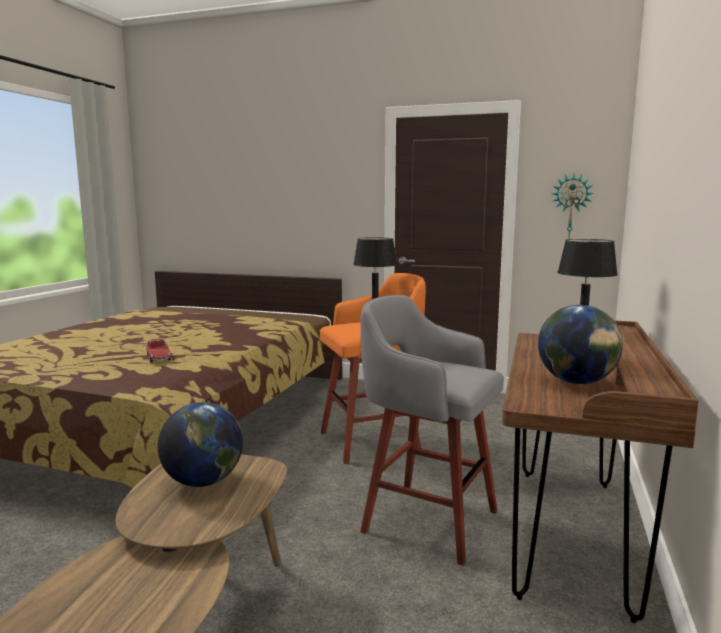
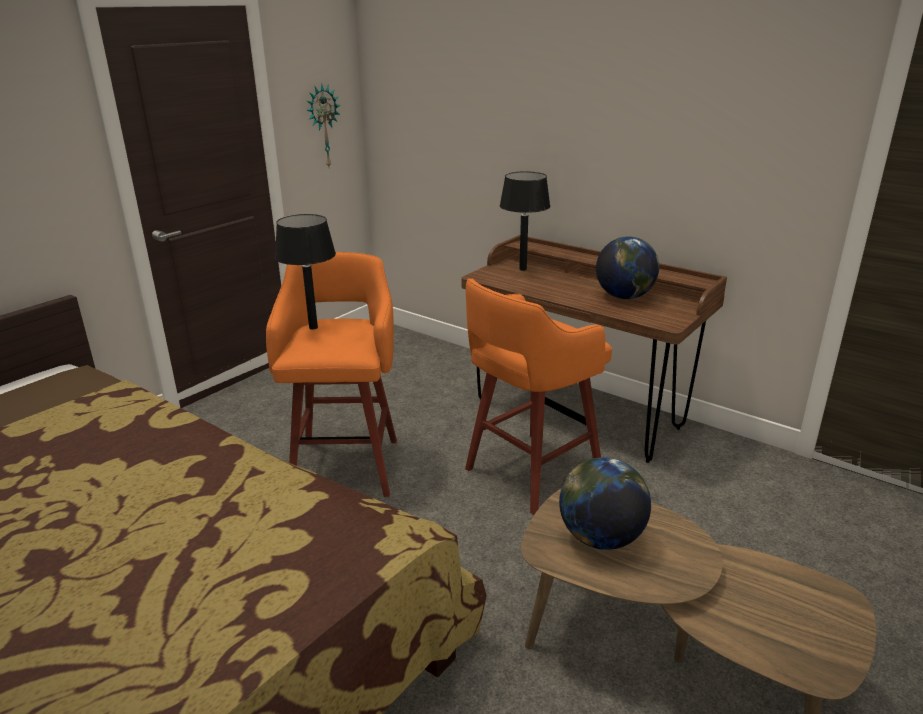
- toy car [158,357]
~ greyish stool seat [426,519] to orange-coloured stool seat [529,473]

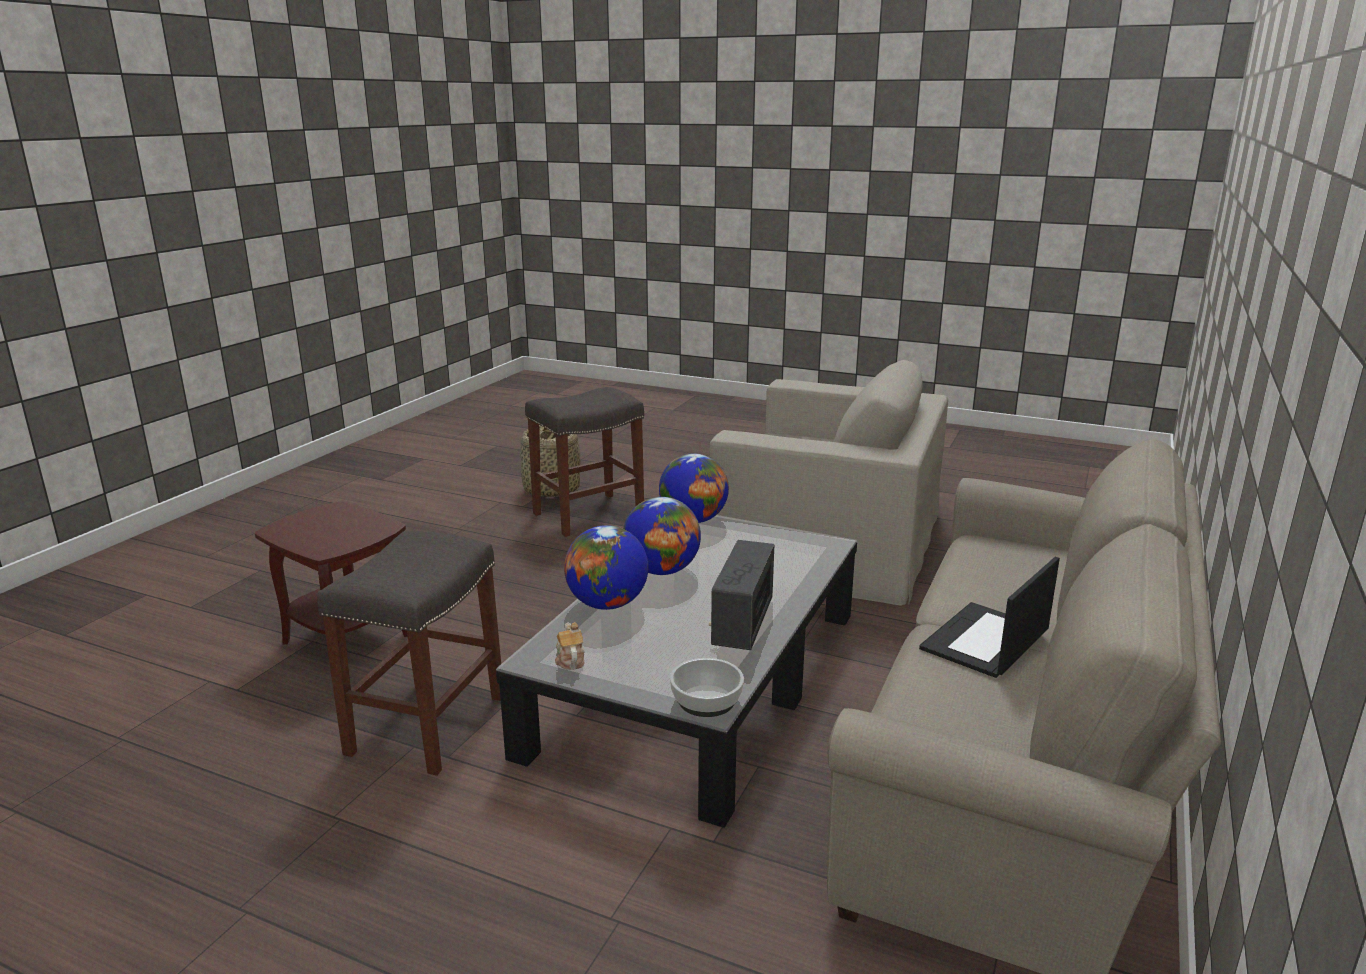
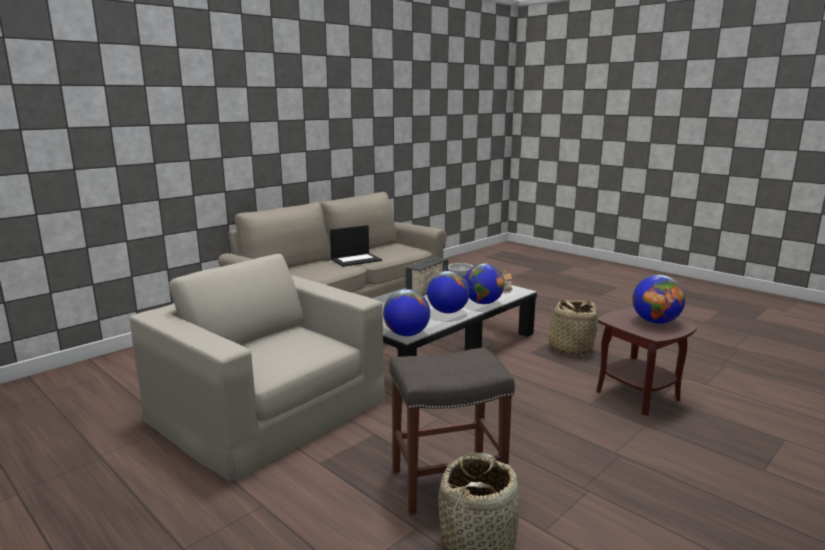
+ globe [655,322]
~ greyish stool seat [427,726] to household basket [570,348]

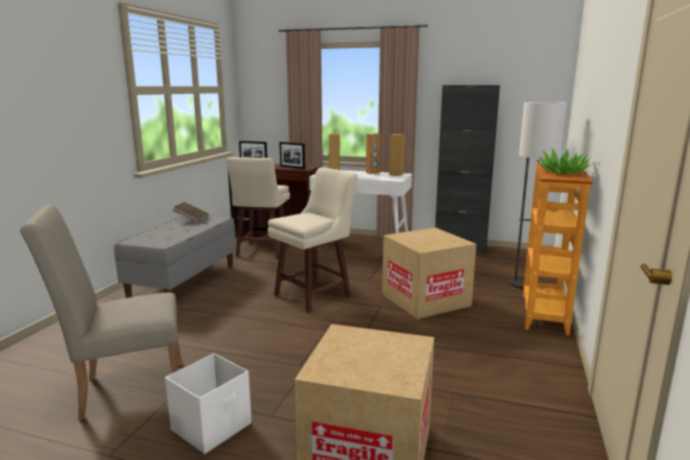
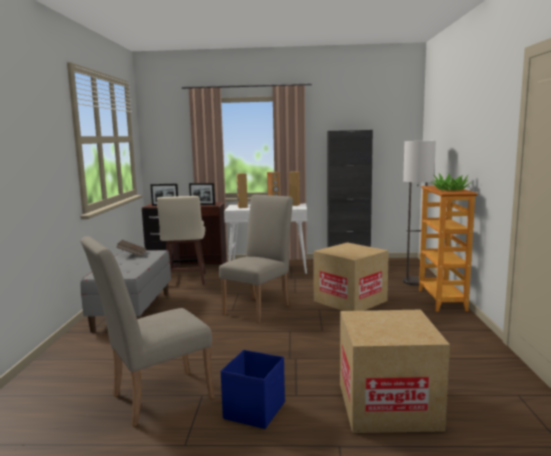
~ beige stool seat [314,295] to beige plain chair [259,308]
~ white-coloured storage bin [213,427] to bluish storage bin [255,410]

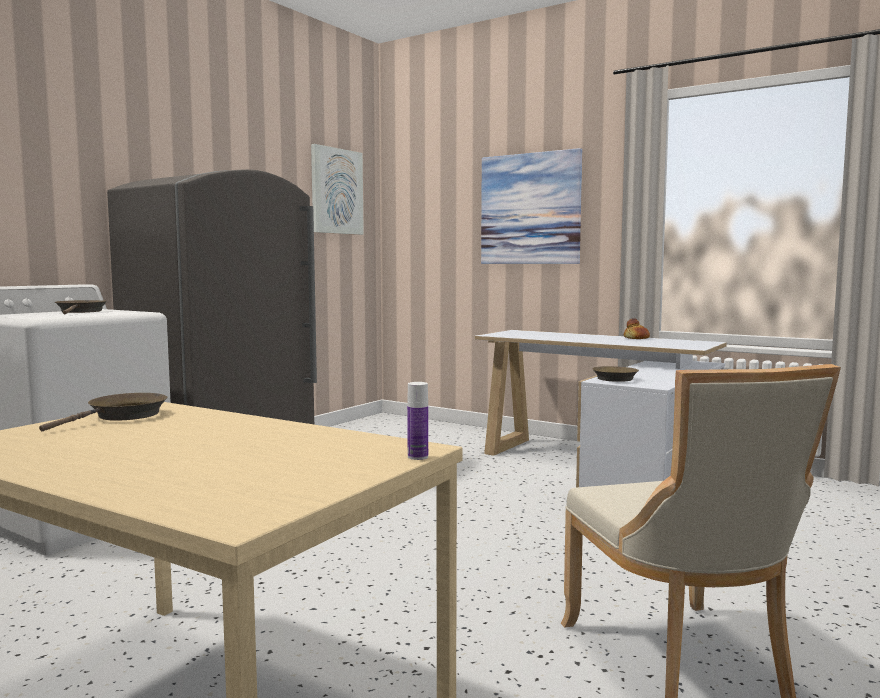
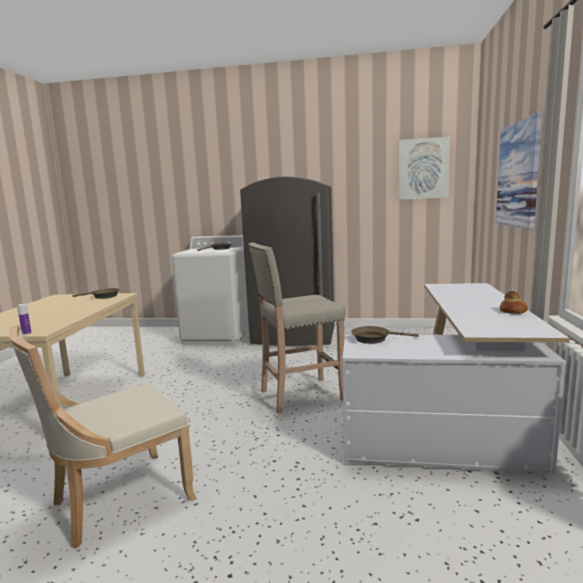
+ beige stool seat [299,395]

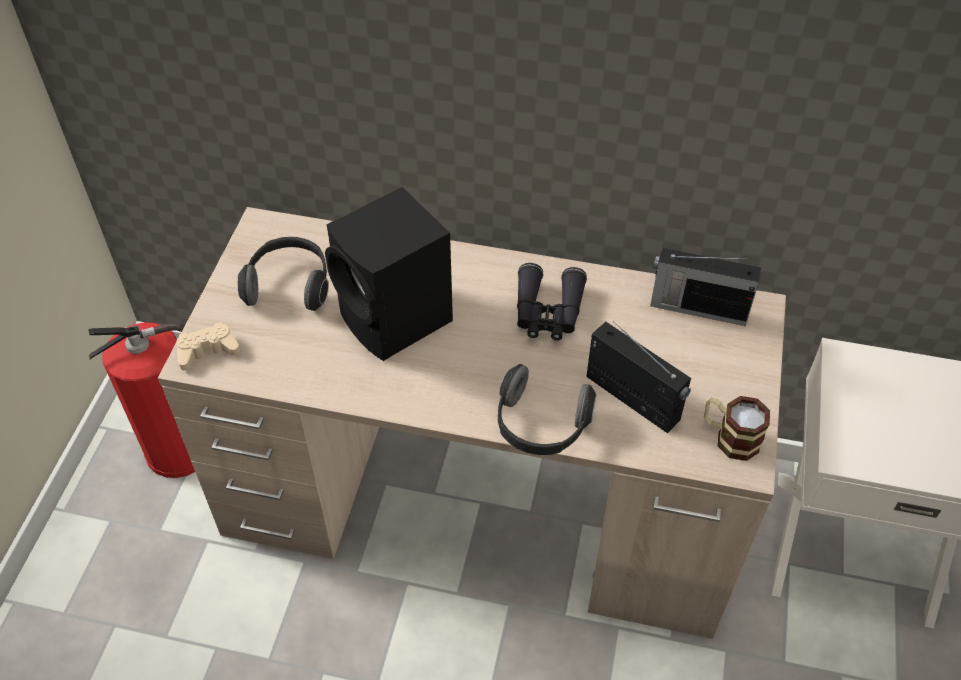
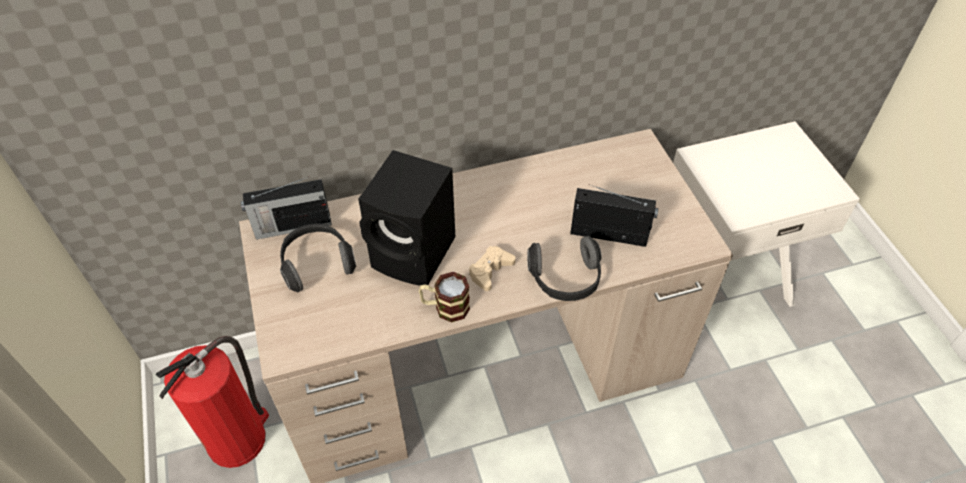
- black binoculars [548,312]
~ beige joypad [207,351] to [490,271]
~ radio set [696,308] to [291,226]
~ tea mug [729,437] to [445,307]

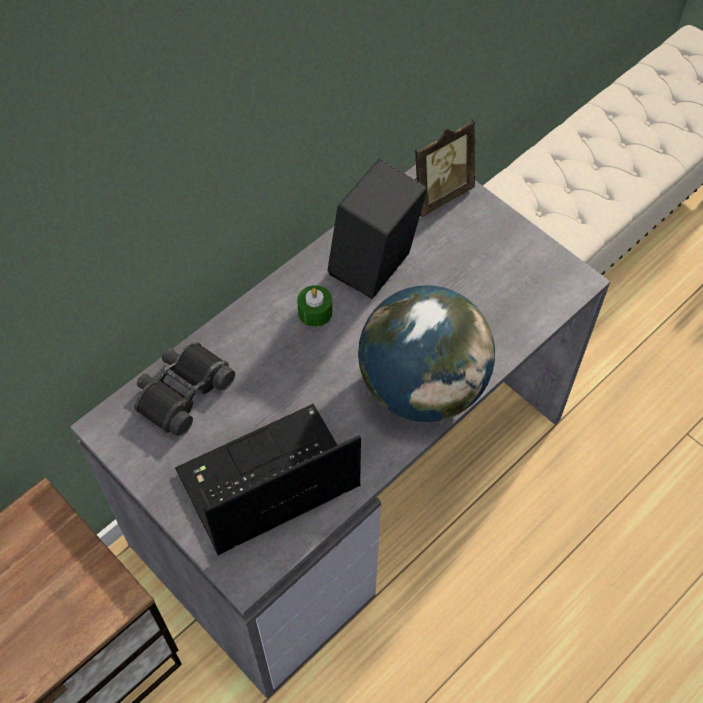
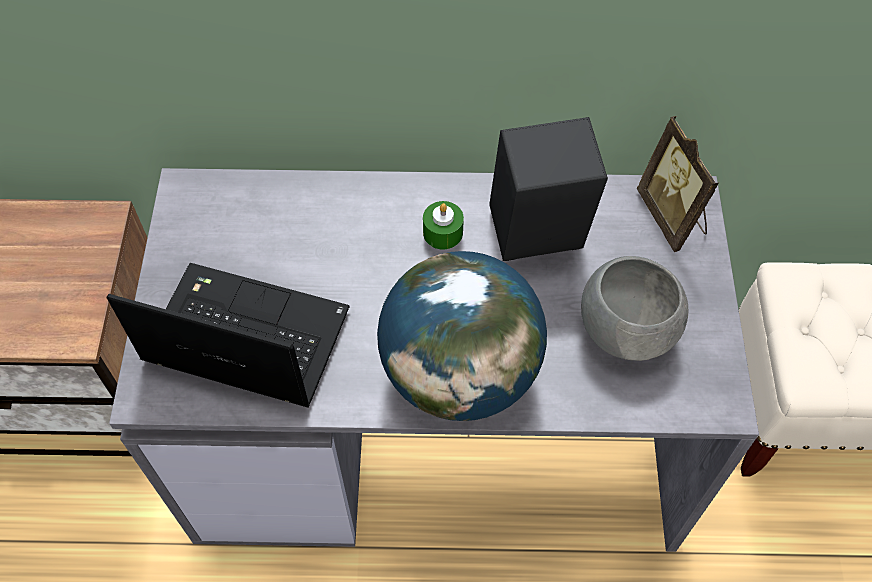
- black binoculars [182,392]
+ greyish bowl [626,329]
~ standing frame [437,194] = [672,217] 60 degrees clockwise

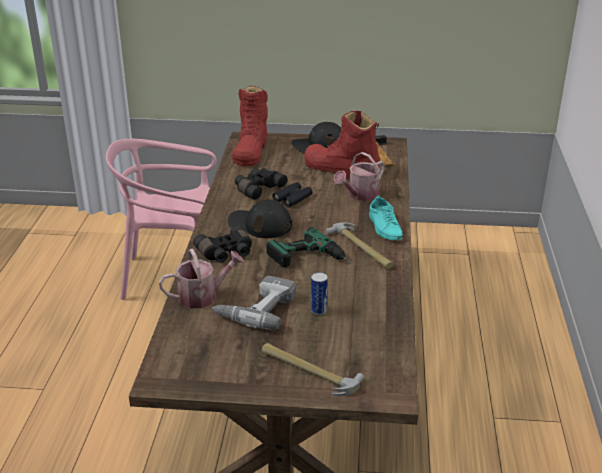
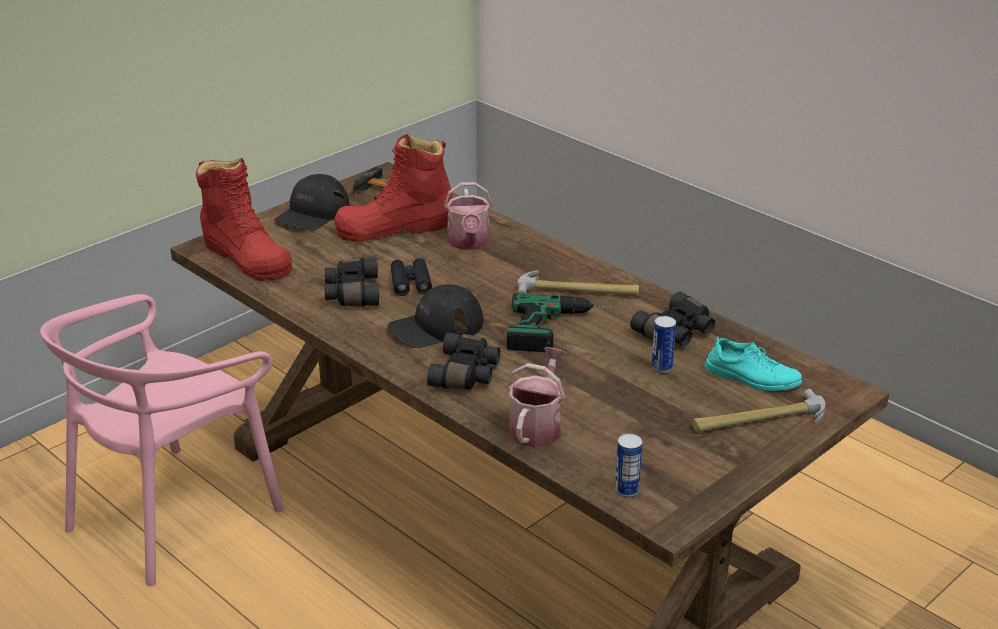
- electric drill [256,309]
+ sealed can [627,491]
+ black binoculars [676,333]
~ blue-green shoe [385,227] to [752,377]

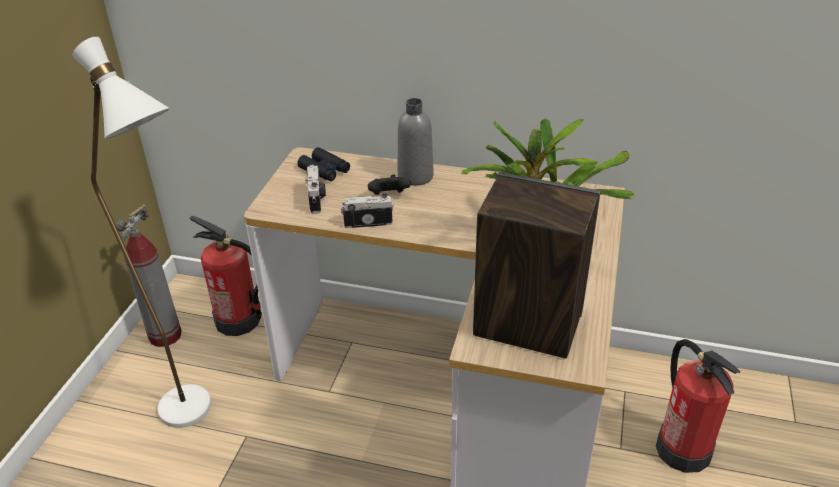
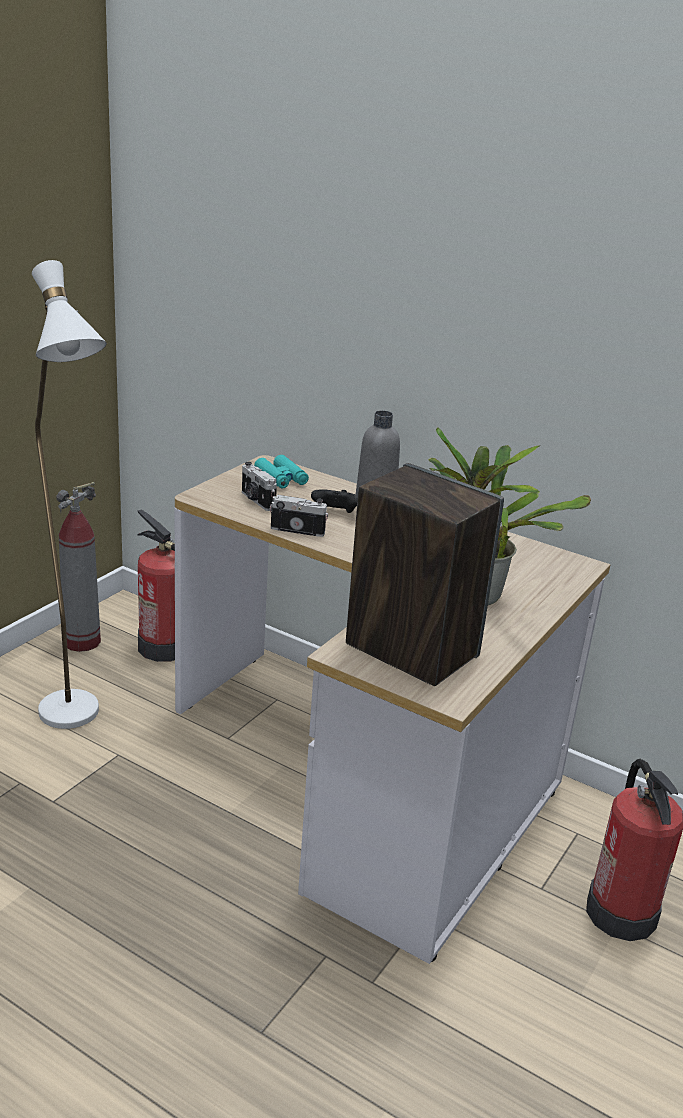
~ black binoculars [325,170] to blue-green binoculars [281,479]
~ photo camera [317,200] = [256,500] 135 degrees clockwise

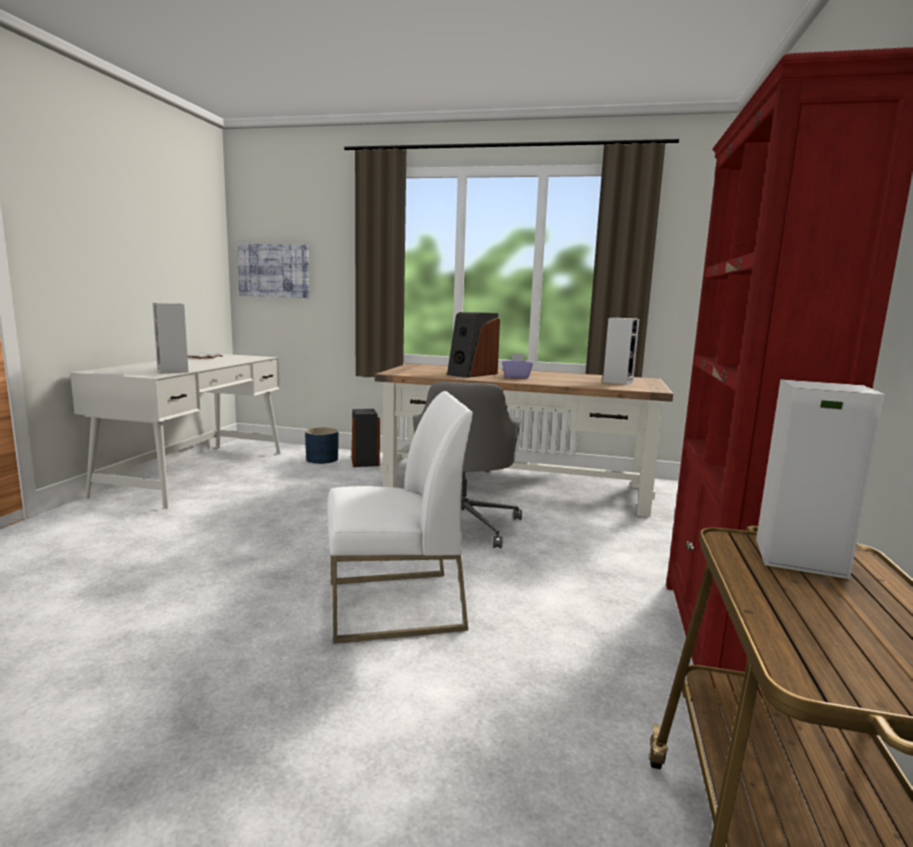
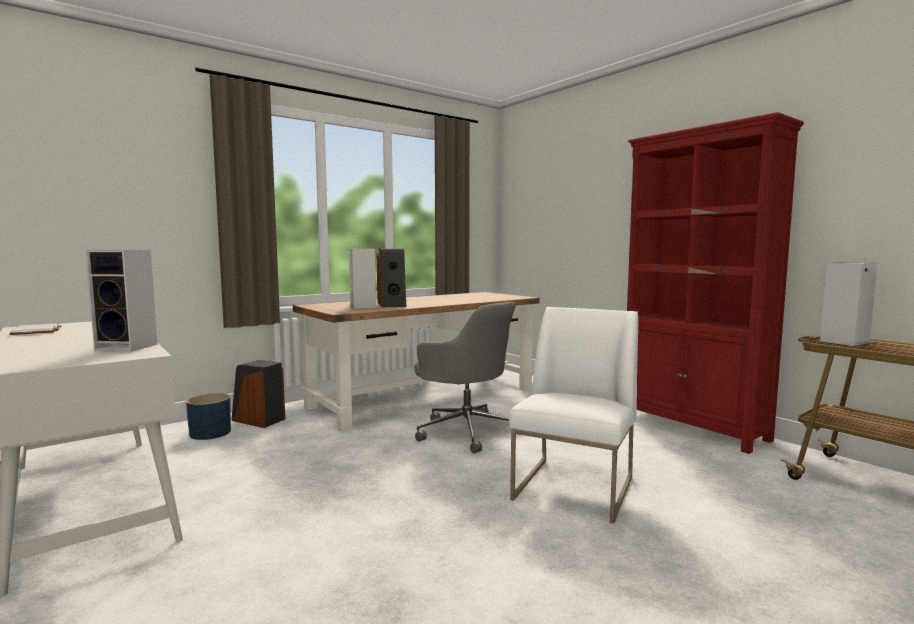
- picture [274,270]
- purple tissue holder [516,377]
~ loudspeaker [617,381] to [361,306]

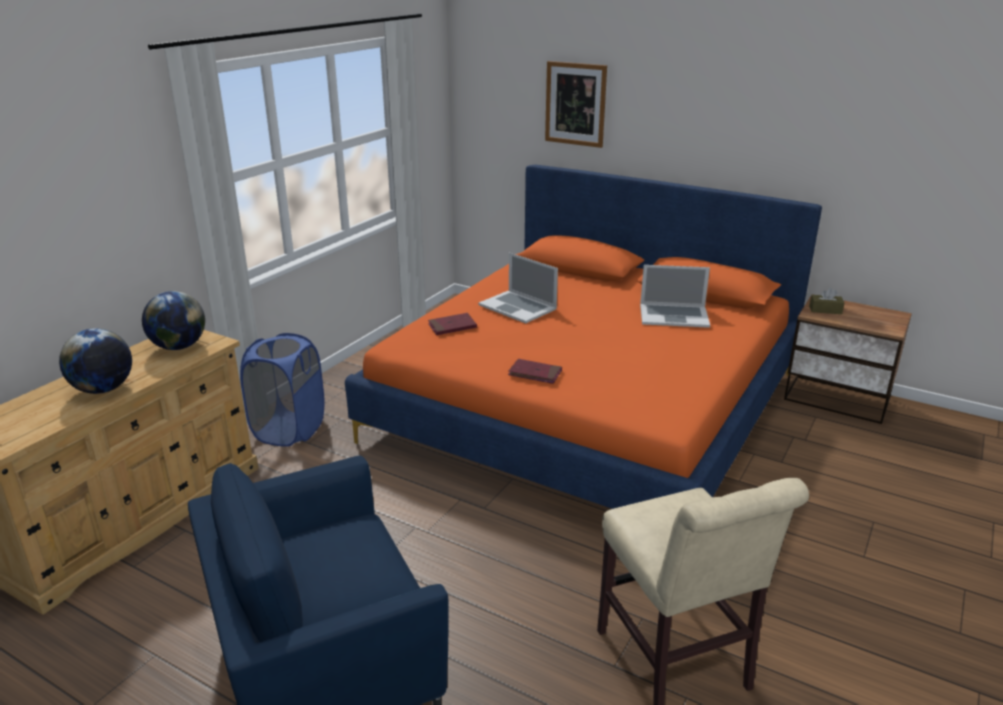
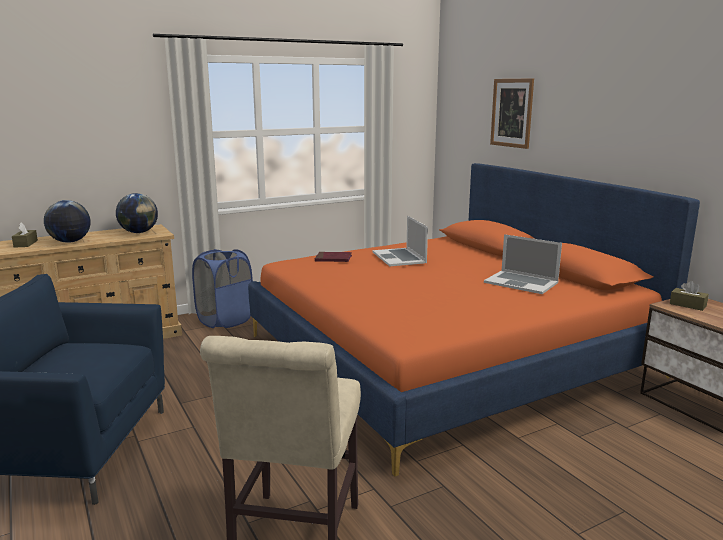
- reddish bound book [535,373]
+ brown-coloured tissue holder [25,244]

